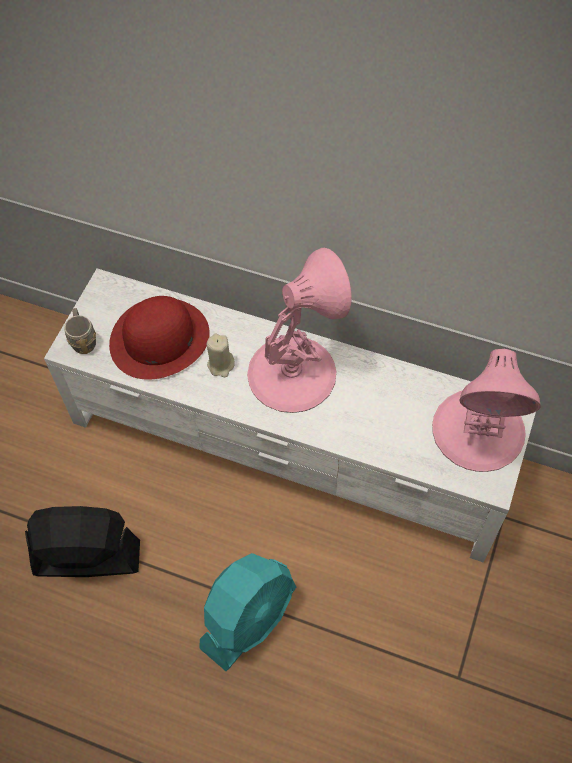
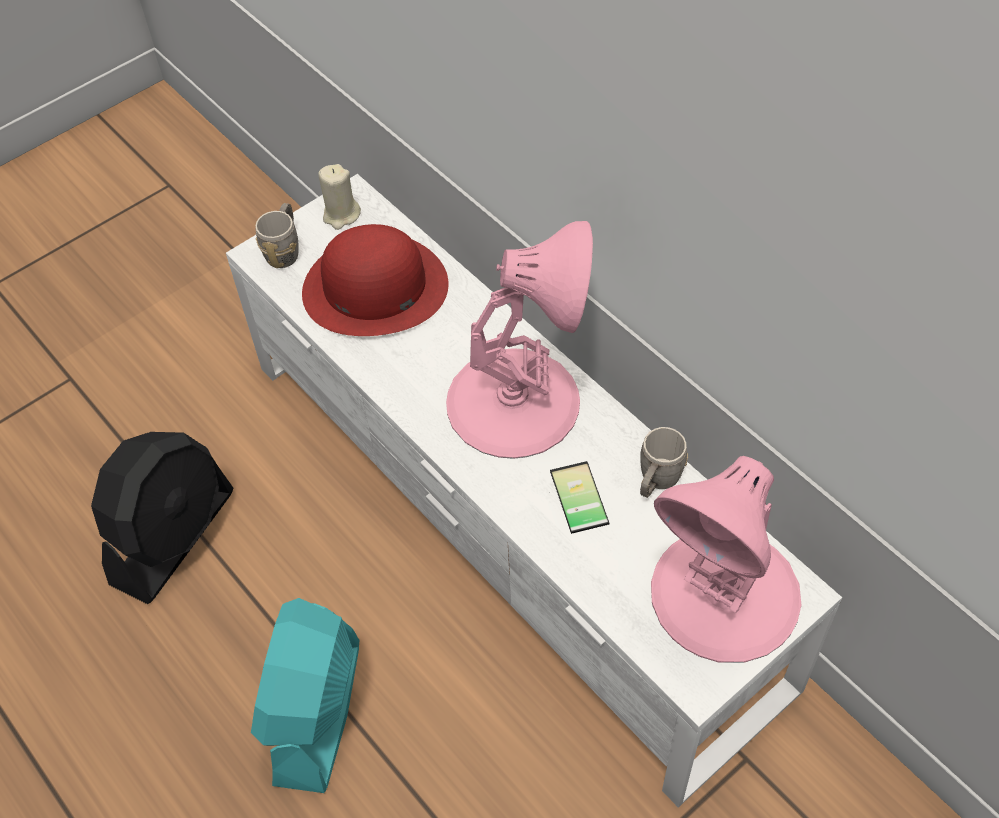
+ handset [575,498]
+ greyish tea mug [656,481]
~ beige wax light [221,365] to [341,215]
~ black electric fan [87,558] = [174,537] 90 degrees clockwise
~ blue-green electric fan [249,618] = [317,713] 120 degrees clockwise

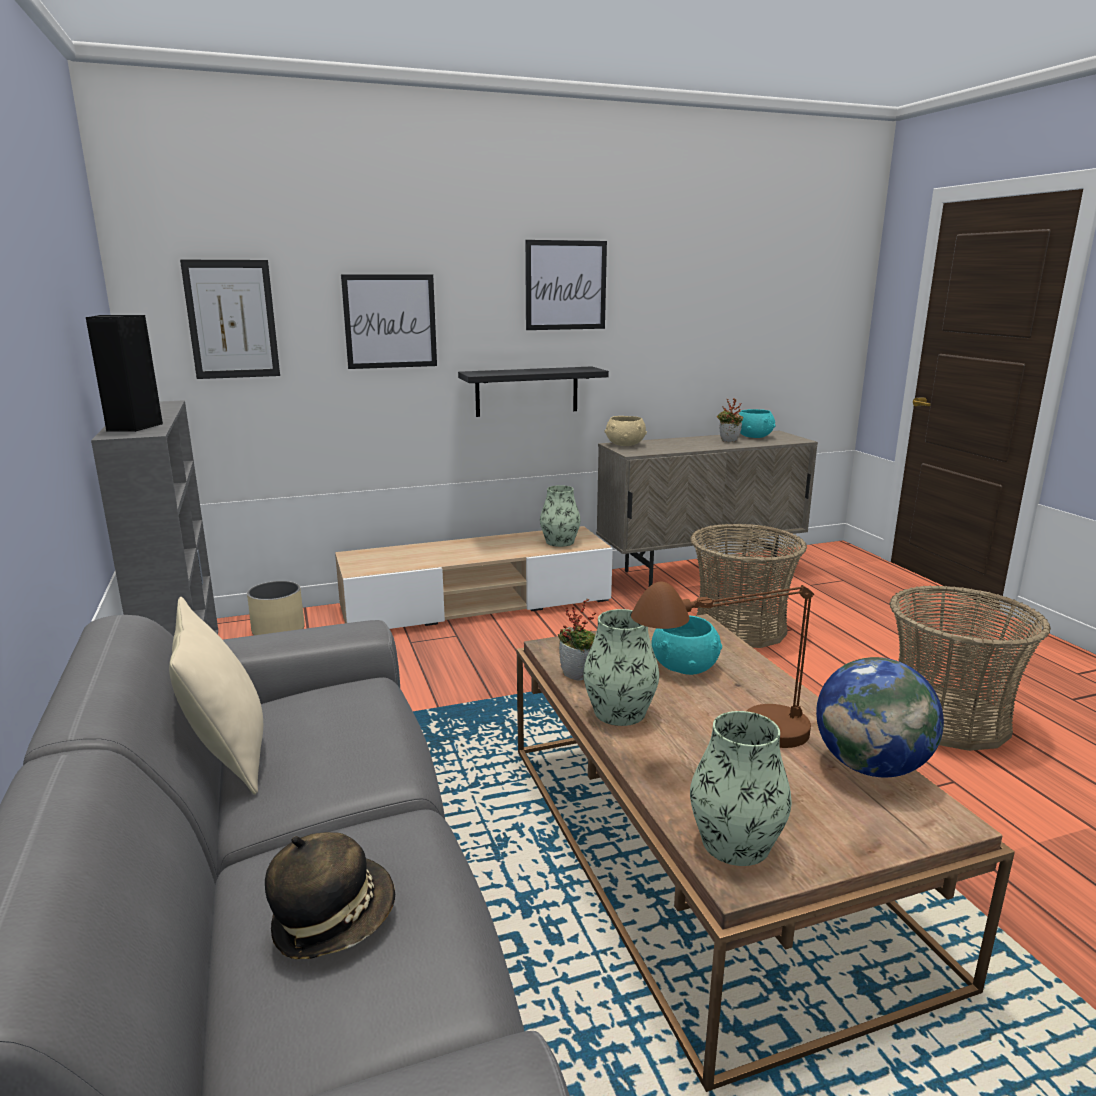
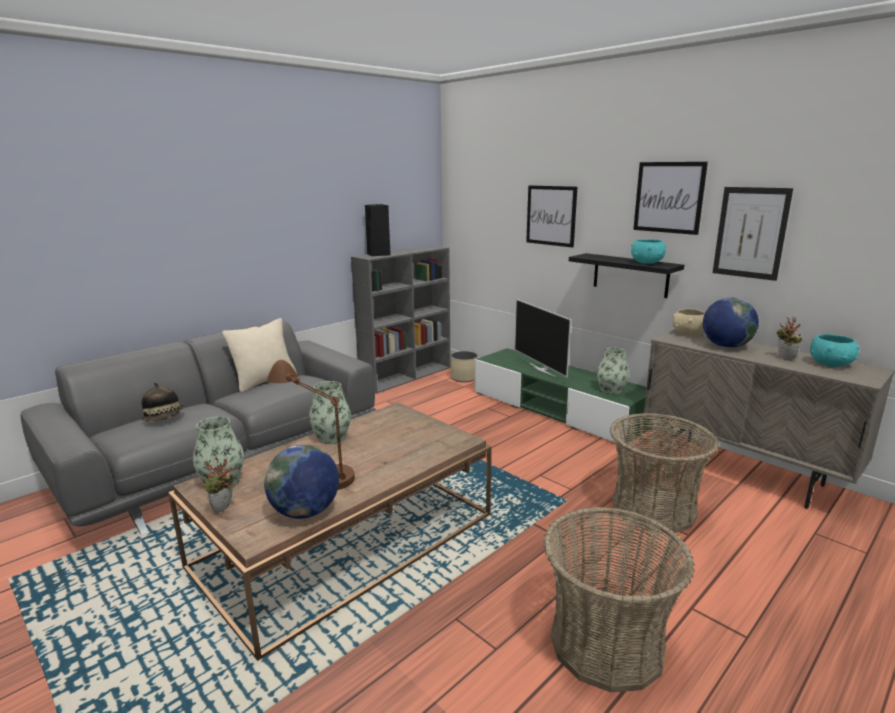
+ TV [542,369]
+ globe [726,346]
~ picture [232,319] to [750,233]
~ houseplant [577,675] to [223,509]
~ blue-green bowl [684,666] to [647,263]
~ beige media console [476,604] to green media console [557,410]

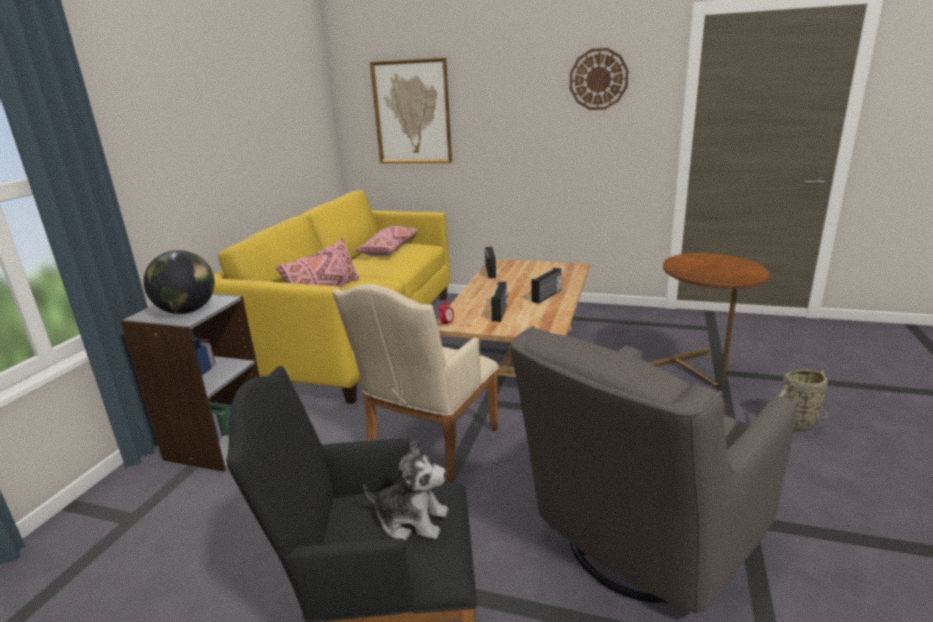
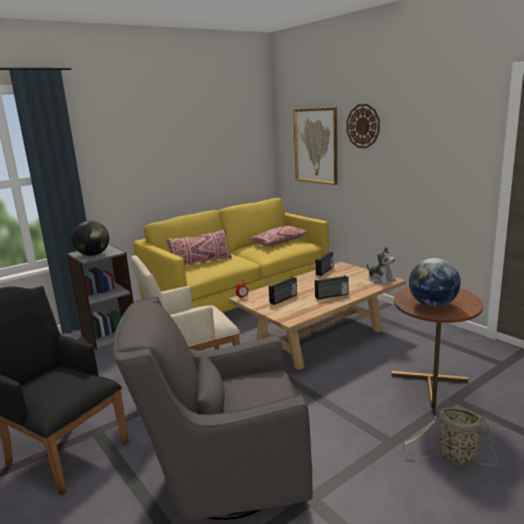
+ globe [432,305]
~ soft toy [412,520] to [381,279]
~ clock on the wall [598,79] to [363,126]

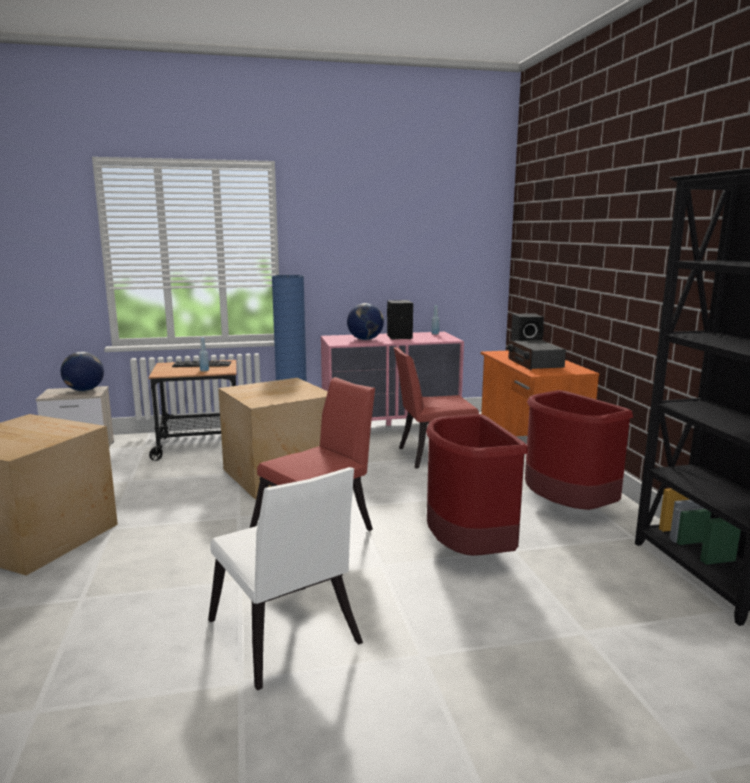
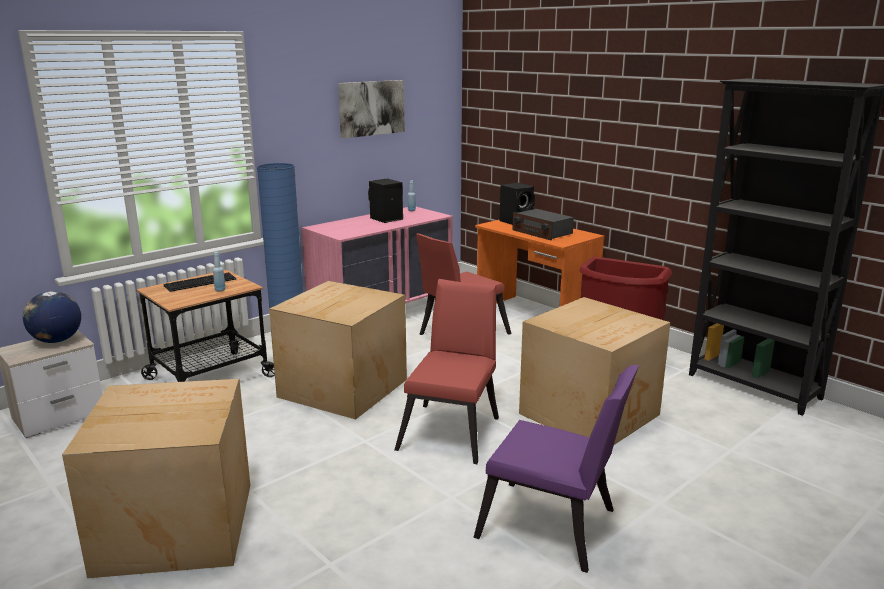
- globe [365,339]
+ picture [371,108]
~ reddish waste bin [467,551] to cardboard box [591,414]
~ white-coloured plain chair [285,638] to purple plain chair [554,528]

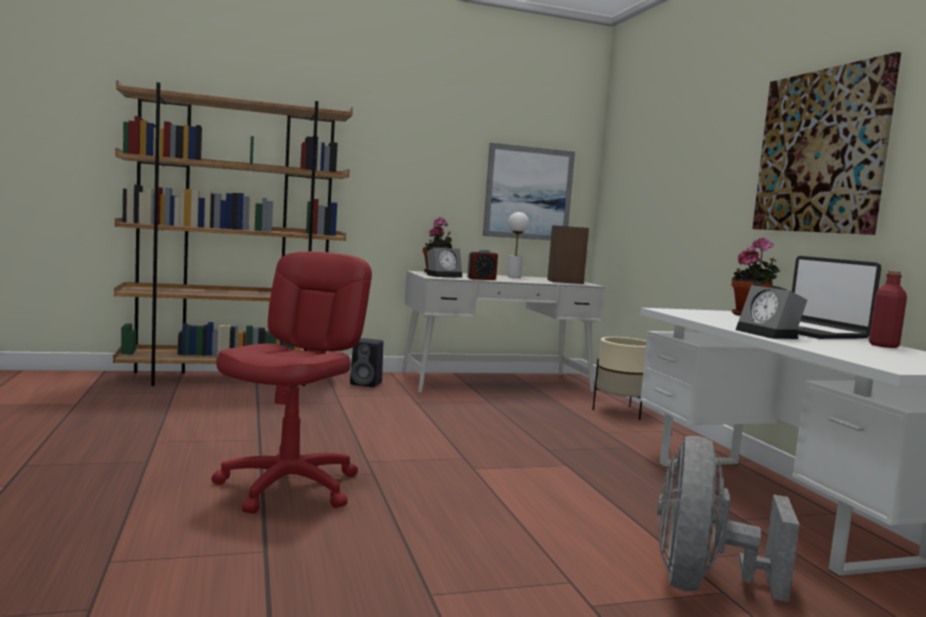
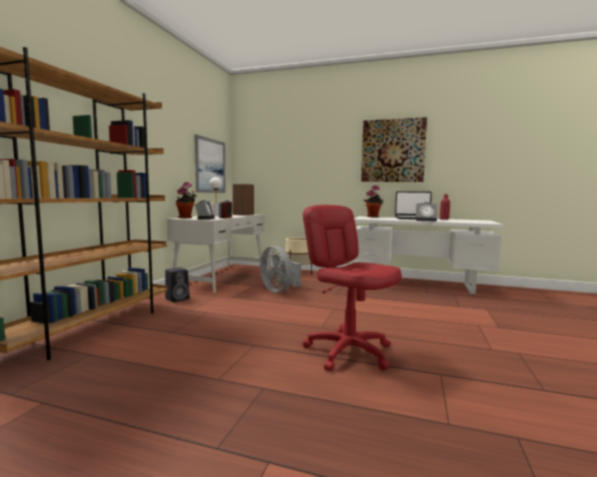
~ greyish electric fan [703,584] to [279,290]

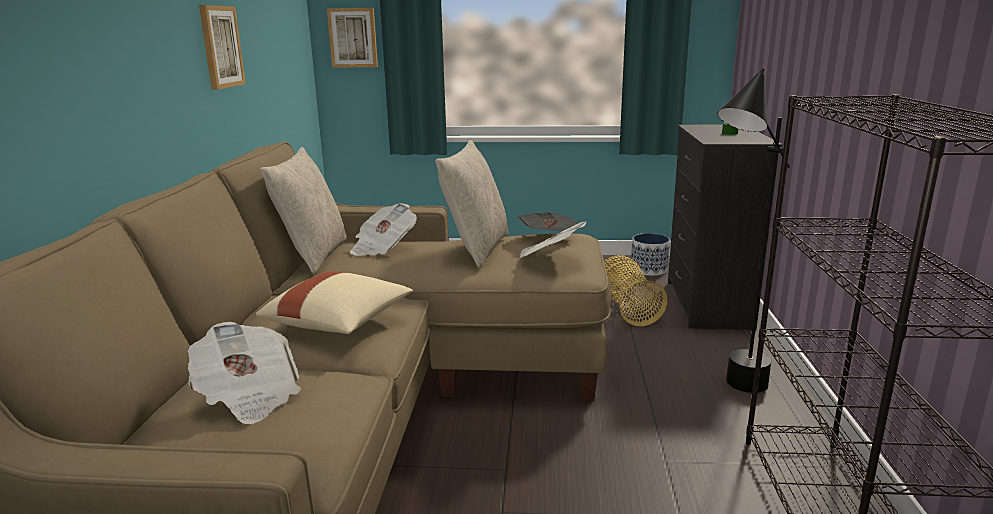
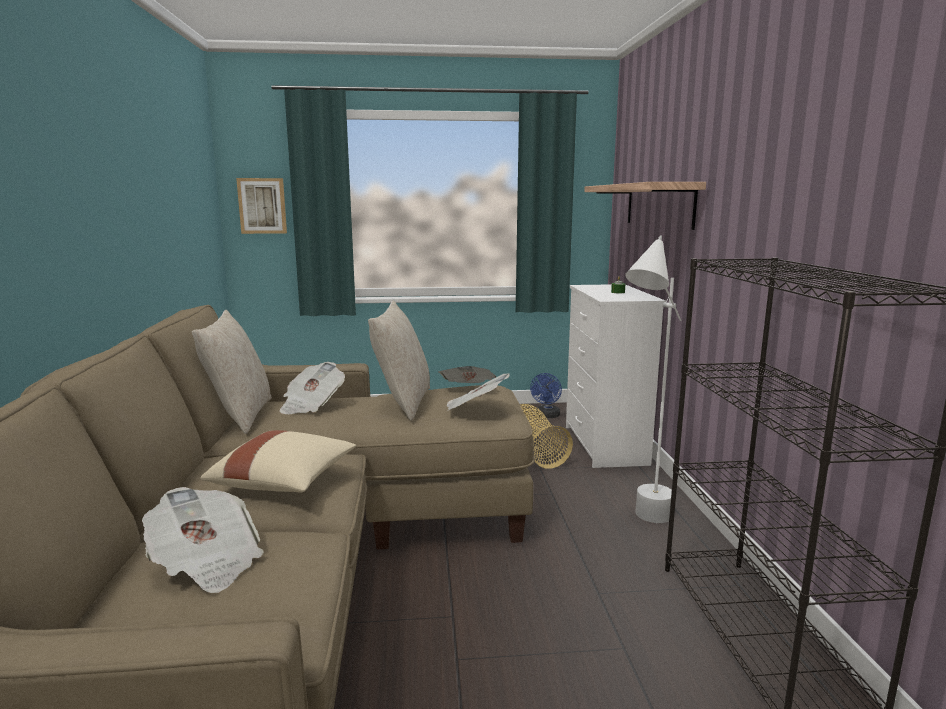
- picture [220,47]
+ bracket shelf [658,205]
~ planter [649,269] to bluish electric fan [547,416]
~ black drawer chest [707,304] to white-coloured drawer chest [604,445]
~ black standard lamp [731,395] to white-coloured standard lamp [643,527]

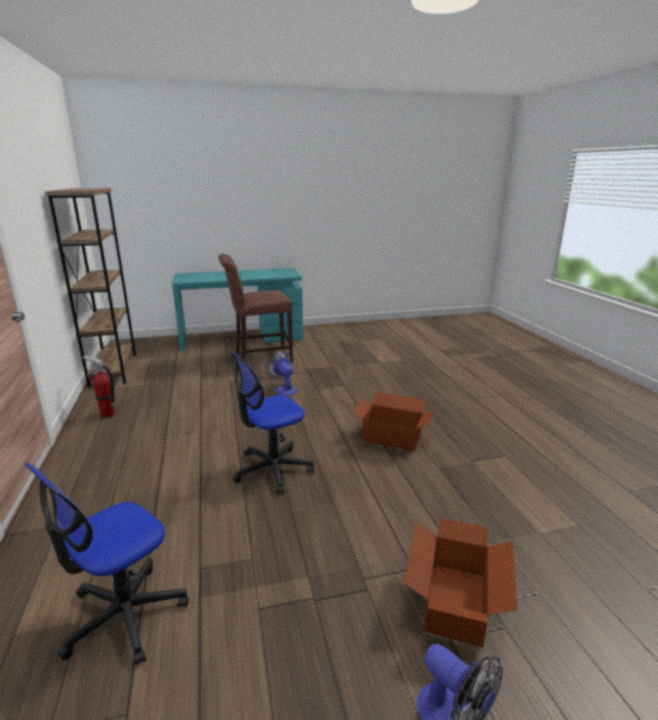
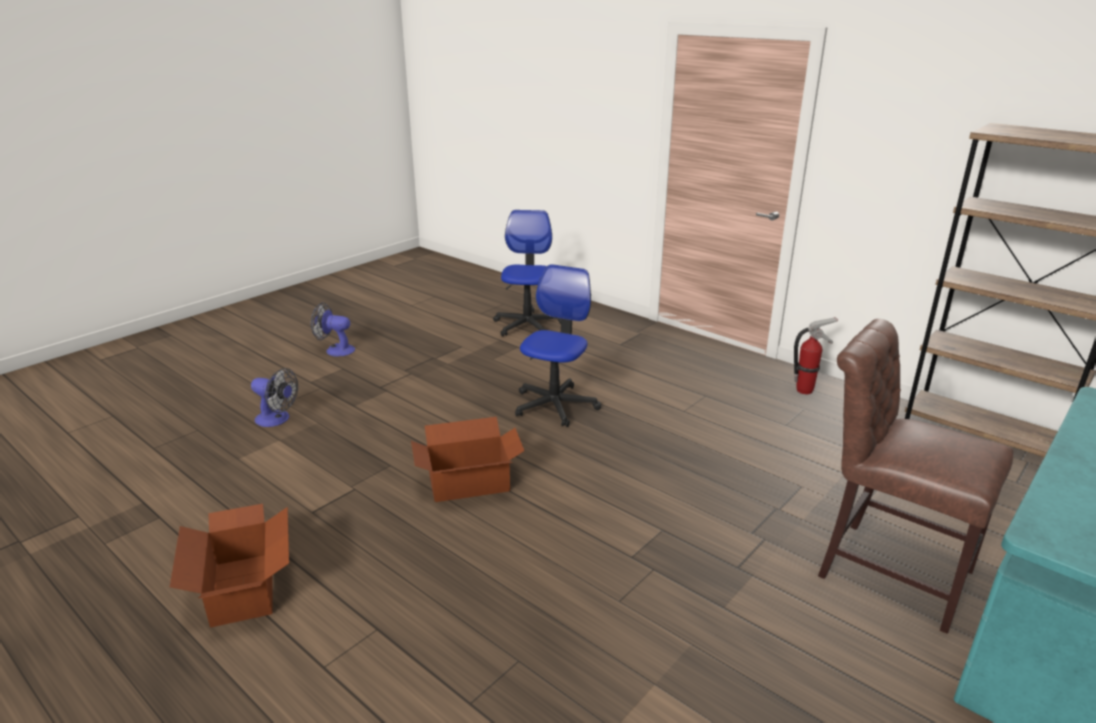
~ electric fan [284,389] to [277,419]
~ cardboard box [454,603] to [244,588]
~ brown-coloured plain chair [259,357] = [886,569] 90 degrees counterclockwise

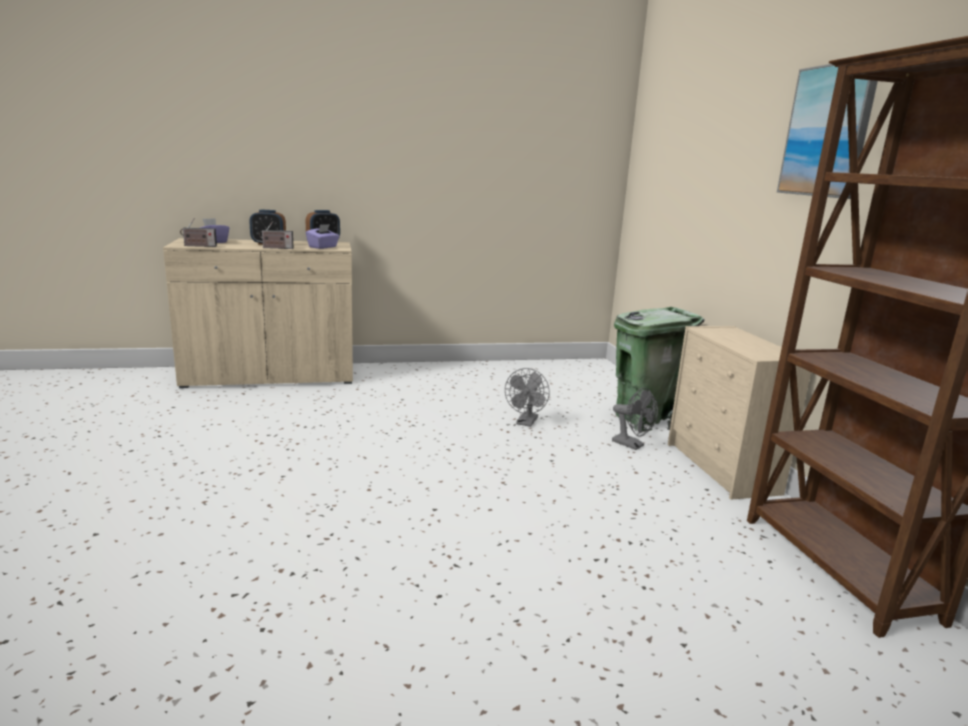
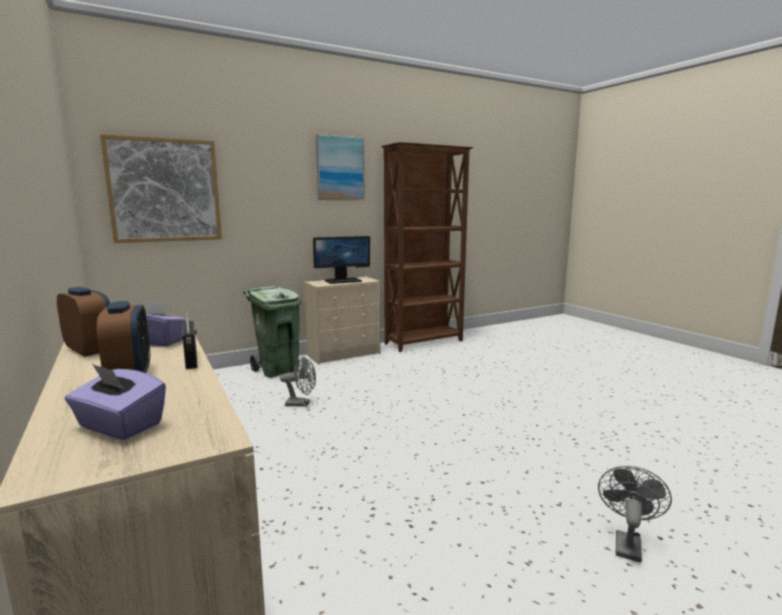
- radio set [198,246]
+ picture [165,190]
+ computer display [343,281]
~ greyish electric fan [632,445] to [627,543]

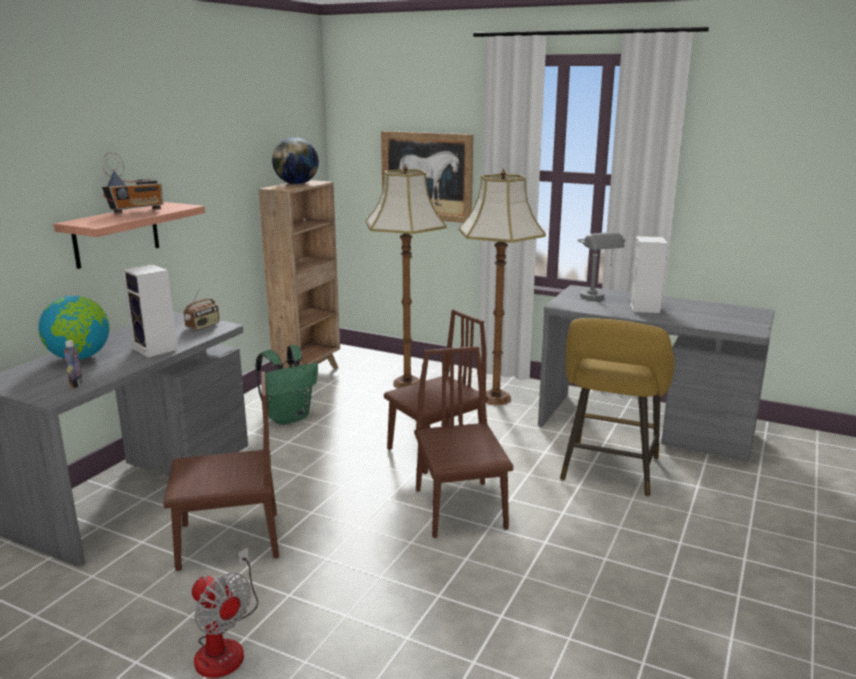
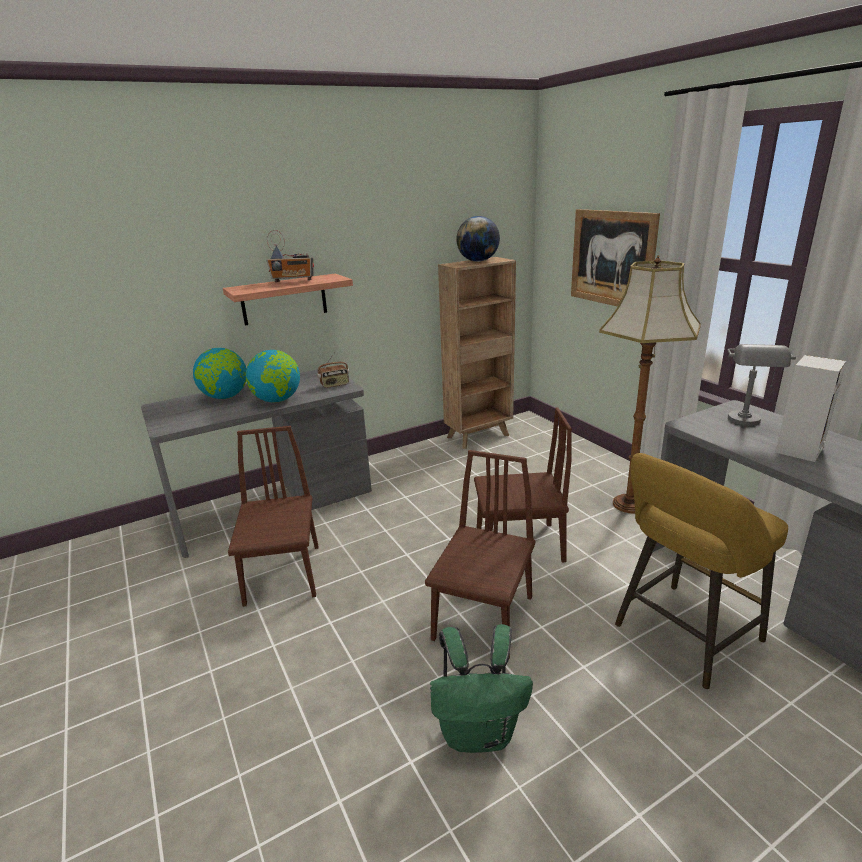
- beverage bottle [76,384]
- electric fan [225,645]
- standard lamp [406,383]
~ green knapsack [288,417] to [479,732]
~ loudspeaker [156,349] to globe [277,400]
~ brown-coloured plain chair [228,540] = [283,574] 120 degrees counterclockwise

